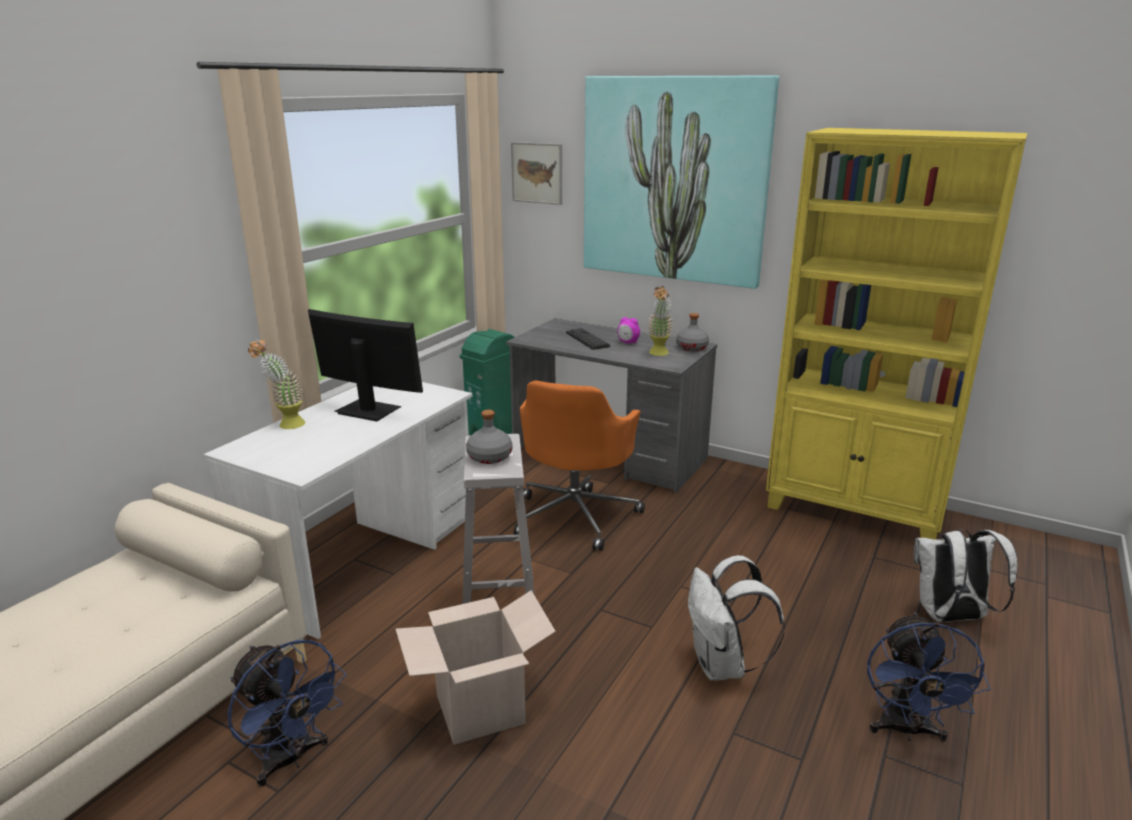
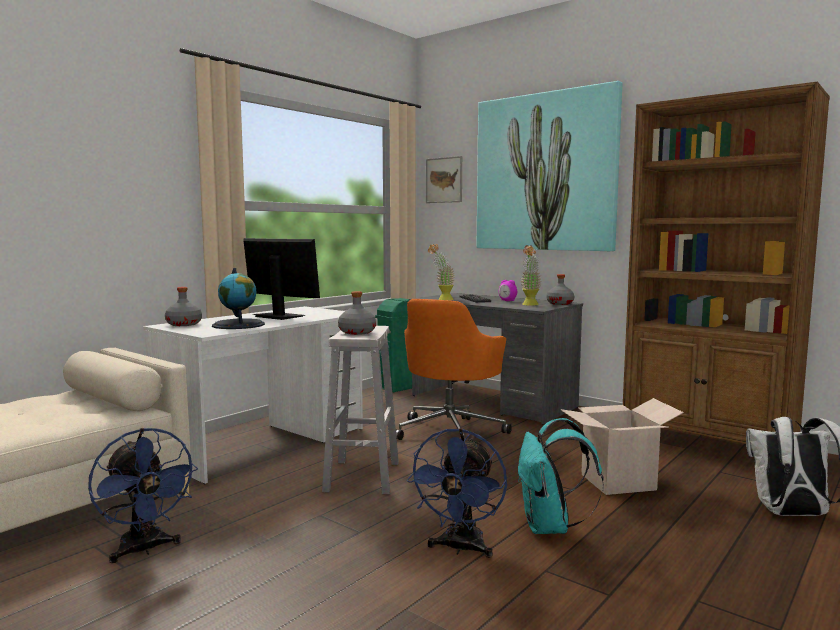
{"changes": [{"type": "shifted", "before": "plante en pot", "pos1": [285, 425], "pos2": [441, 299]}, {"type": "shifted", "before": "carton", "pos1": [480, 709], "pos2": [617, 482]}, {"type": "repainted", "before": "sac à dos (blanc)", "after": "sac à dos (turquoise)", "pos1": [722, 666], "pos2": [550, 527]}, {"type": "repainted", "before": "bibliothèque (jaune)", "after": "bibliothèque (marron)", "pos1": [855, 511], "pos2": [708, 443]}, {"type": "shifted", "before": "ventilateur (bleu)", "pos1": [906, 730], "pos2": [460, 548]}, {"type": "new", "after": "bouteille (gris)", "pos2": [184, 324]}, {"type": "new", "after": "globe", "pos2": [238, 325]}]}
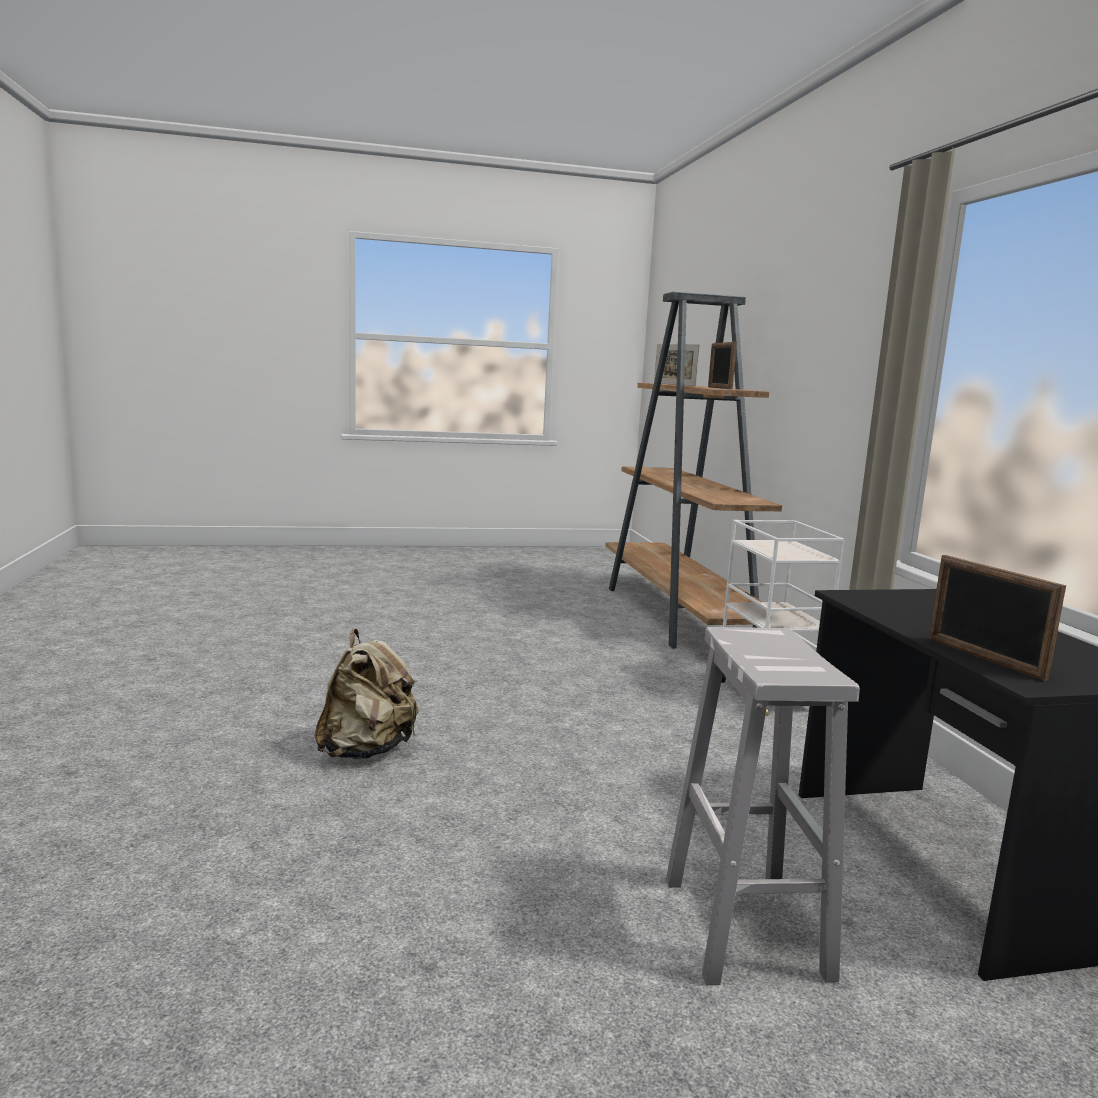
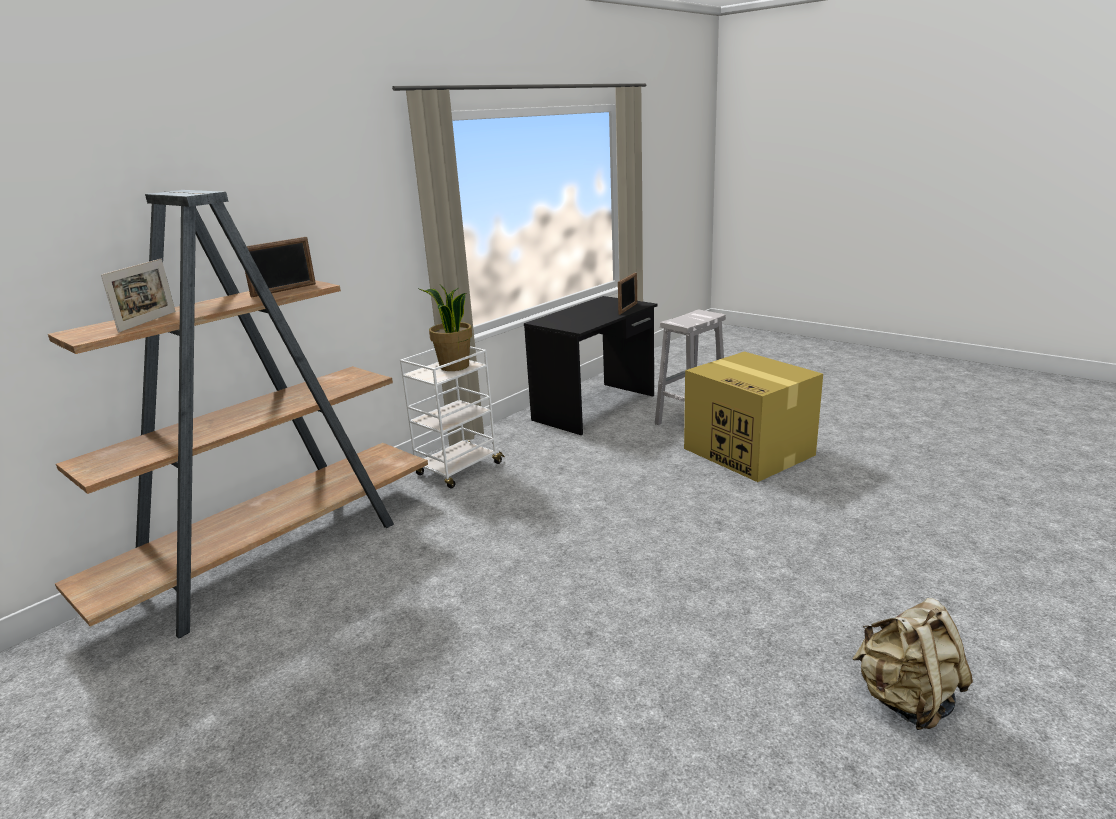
{"changes": [{"type": "shifted", "before": "sac à dos (beige)", "pos1": [367, 750], "pos2": [906, 700]}, {"type": "new", "after": "plante en pot", "pos2": [454, 366]}, {"type": "new", "after": "carton", "pos2": [750, 452]}]}
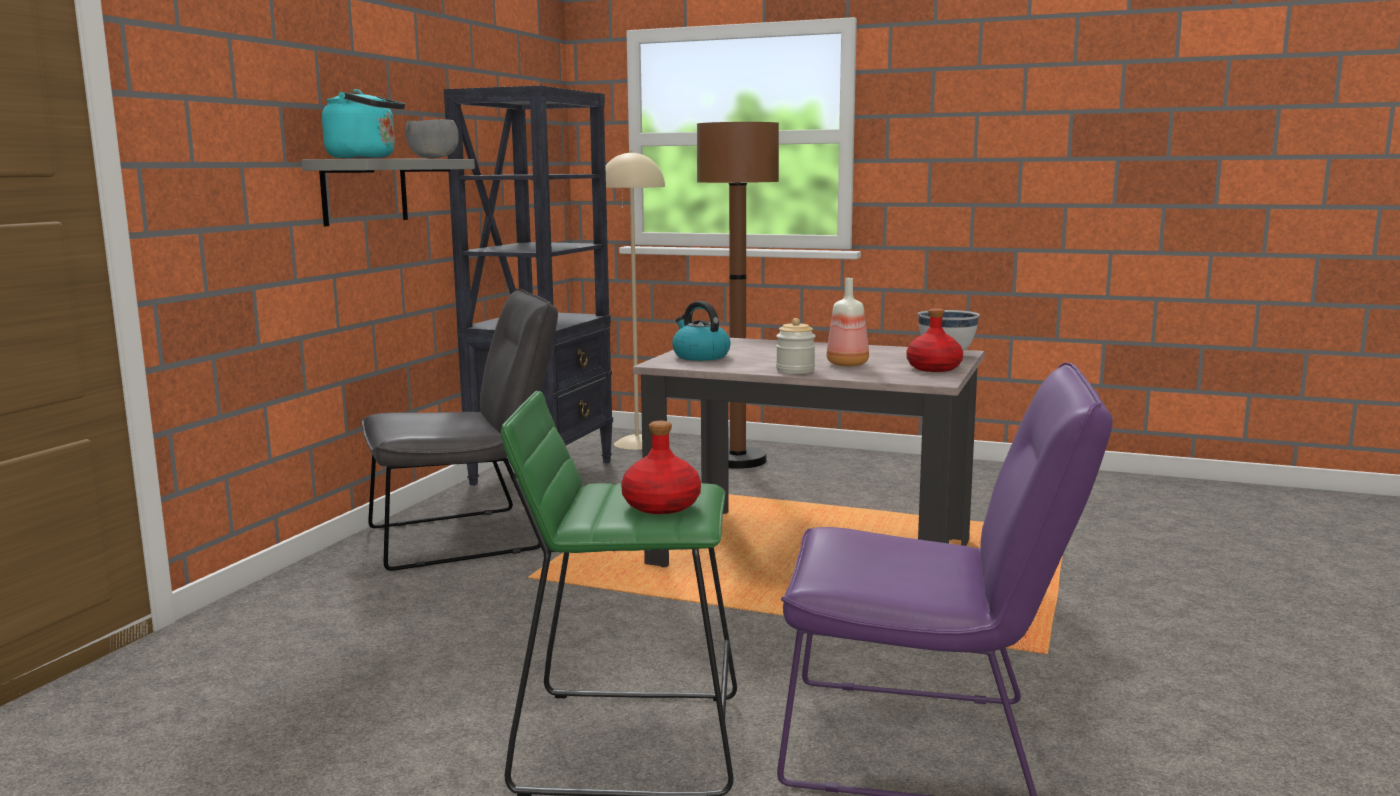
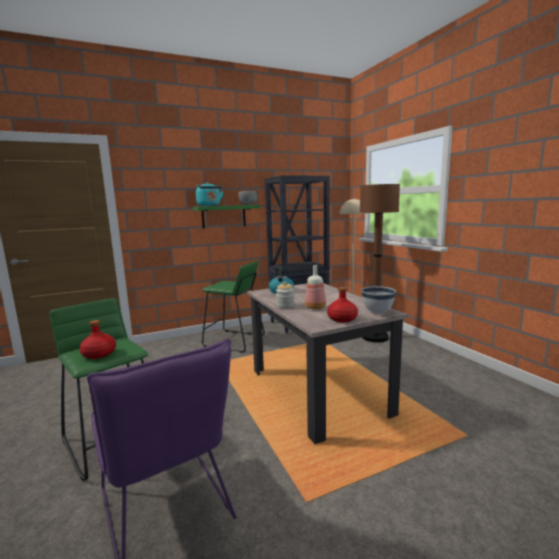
{"changes": [{"type": "repainted", "before": "étagère (gris)", "after": "étagère (vert)", "pos1": [364, 191], "pos2": [223, 216]}, {"type": "swapped", "before": "chaise (gris)", "after": "tabouret (vert)", "pos1": [468, 537], "pos2": [234, 341]}]}
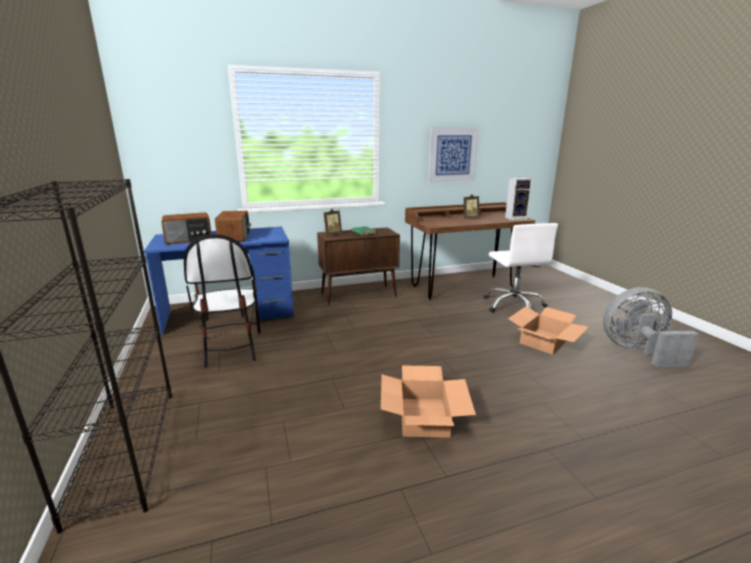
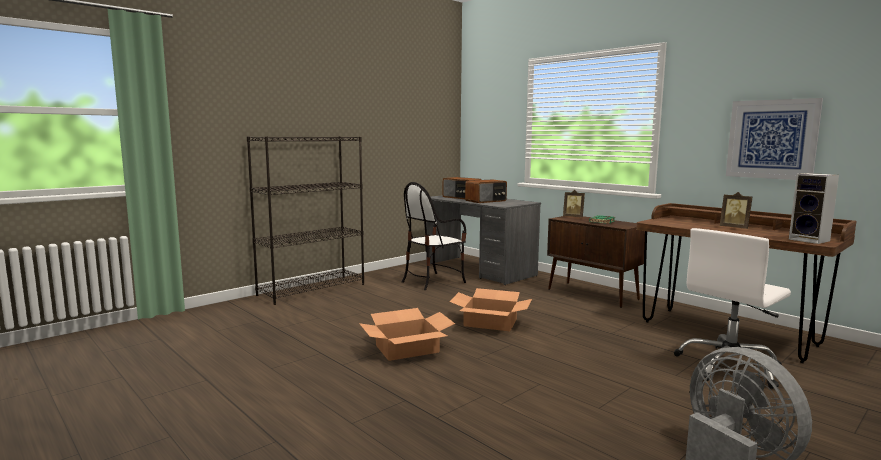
{"changes": [{"type": "repainted", "before": "bureau (bleu)", "after": "bureau (gris)", "pos1": [230, 314], "pos2": [479, 270]}, {"type": "shifted", "before": "carton", "pos1": [544, 341], "pos2": [490, 322]}]}
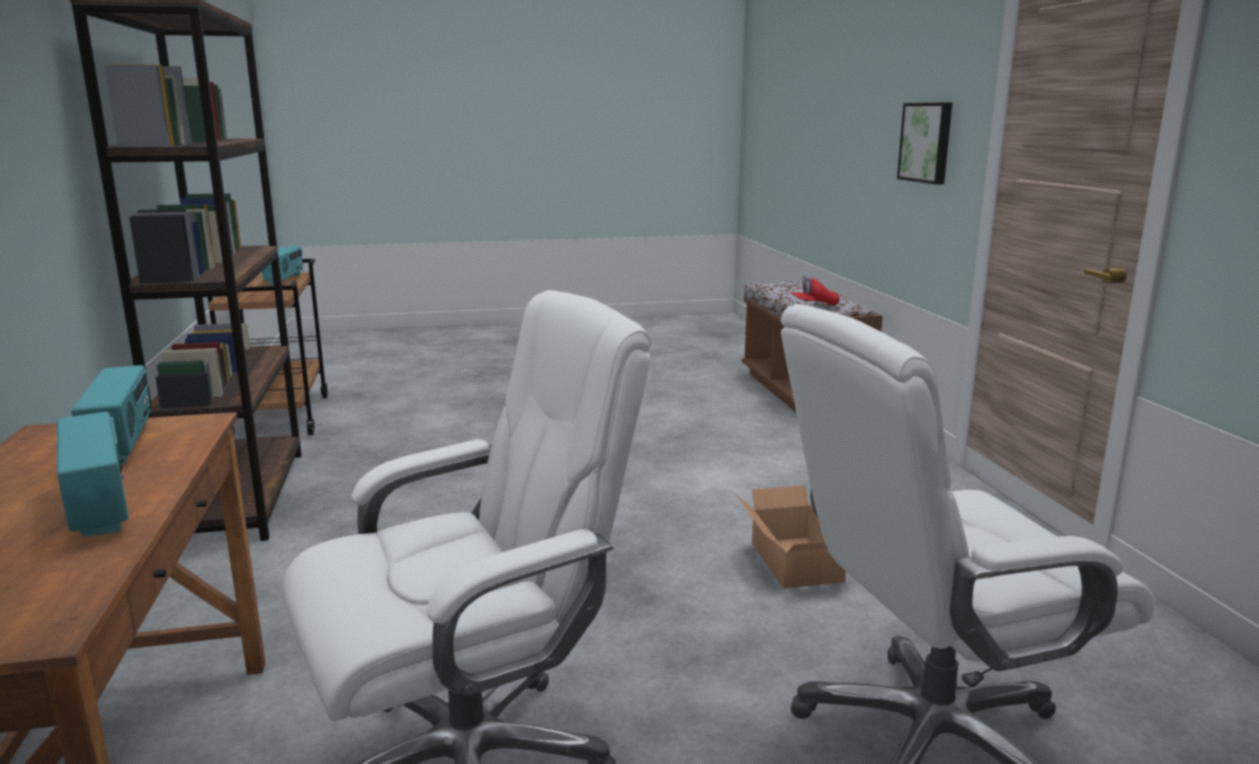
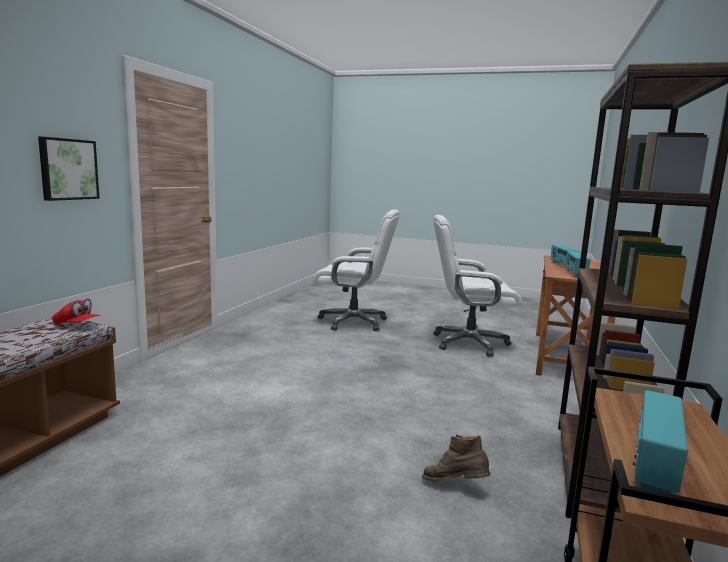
{"changes": [{"type": "gone", "before": "carton", "pos1": [793, 563]}, {"type": "new", "after": "botte (marron)", "pos2": [455, 486]}]}
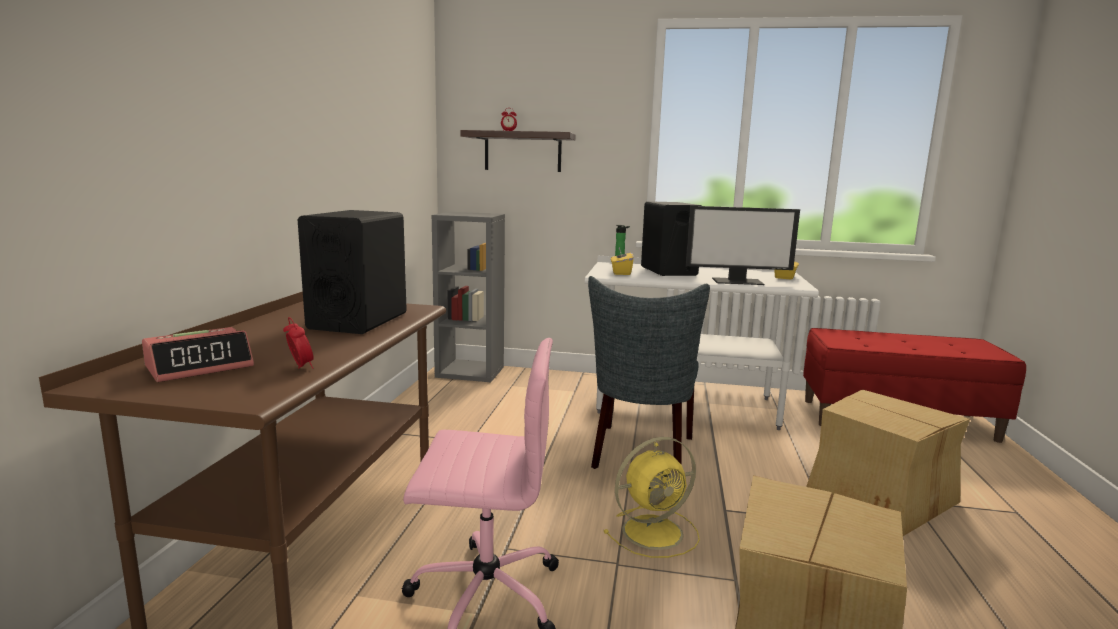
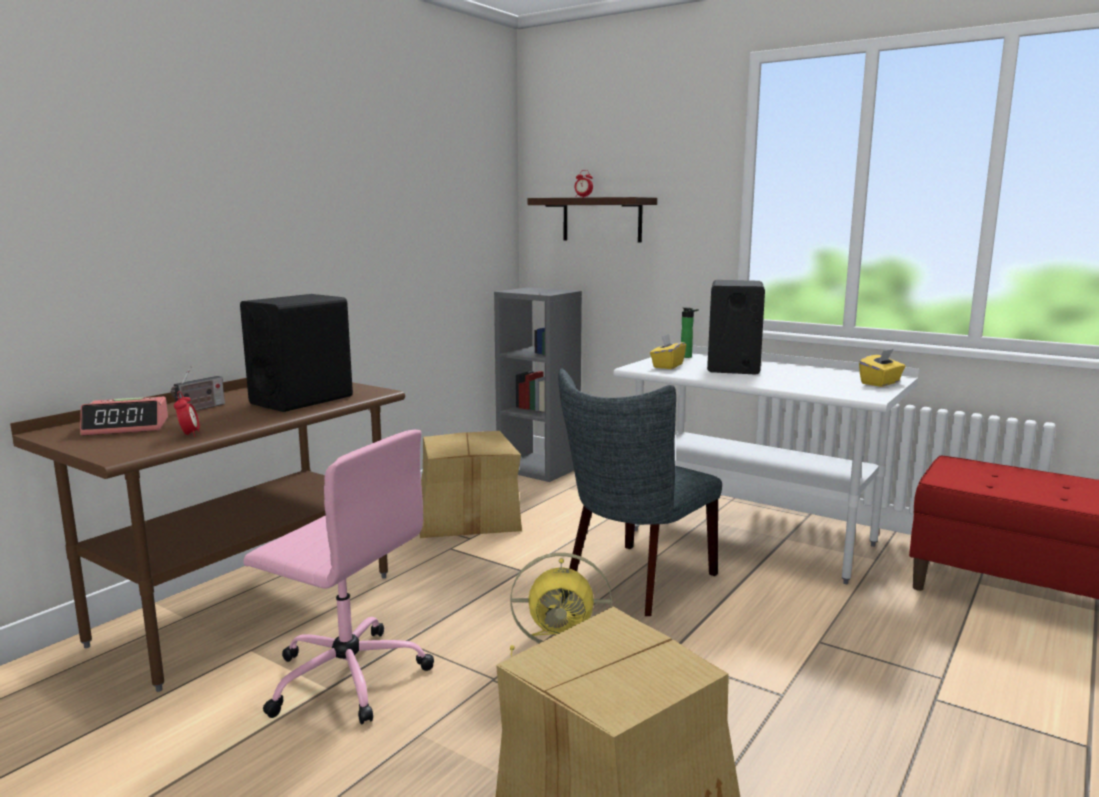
{"changes": [{"type": "gone", "before": "écran d'ordinateur", "pos1": [738, 281]}, {"type": "shifted", "before": "carton", "pos1": [879, 496], "pos2": [467, 518]}, {"type": "new", "after": "radio", "pos2": [199, 408]}]}
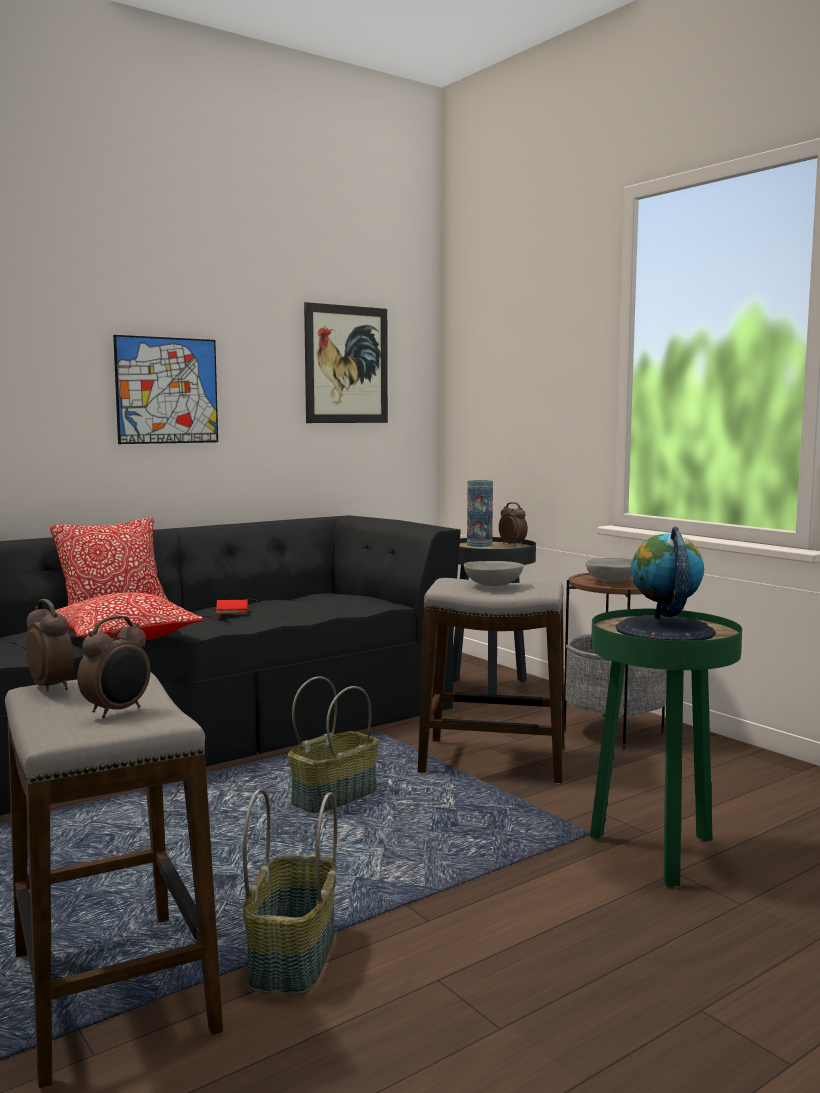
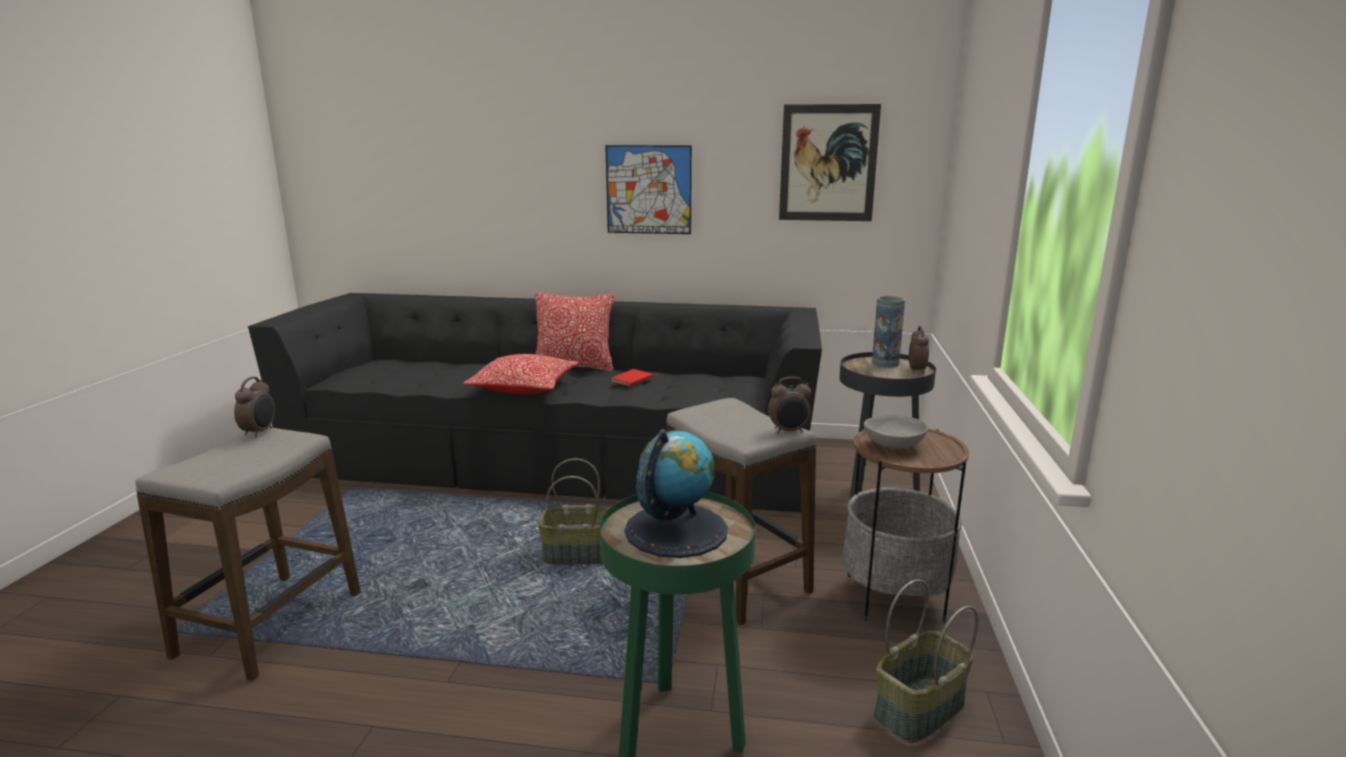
{"changes": [{"type": "shifted", "before": "réveil", "pos1": [118, 711], "pos2": [788, 431]}, {"type": "shifted", "before": "panier", "pos1": [294, 957], "pos2": [920, 710]}, {"type": "gone", "before": "bol (gris)", "pos1": [493, 586]}]}
